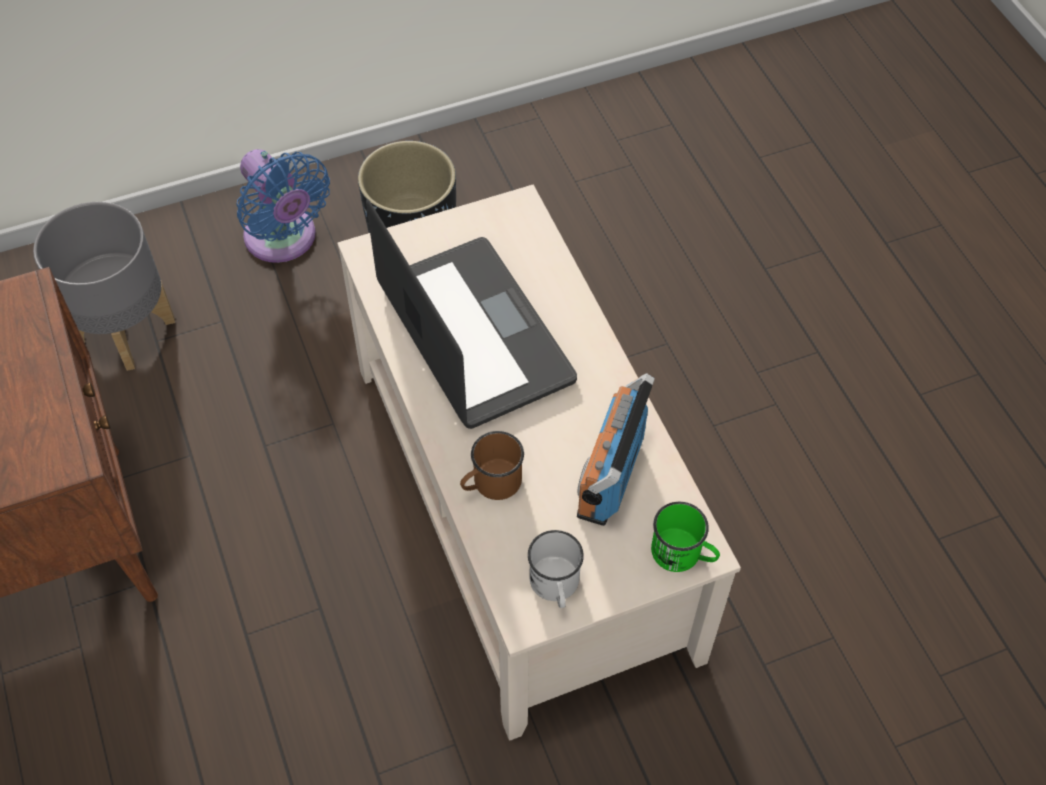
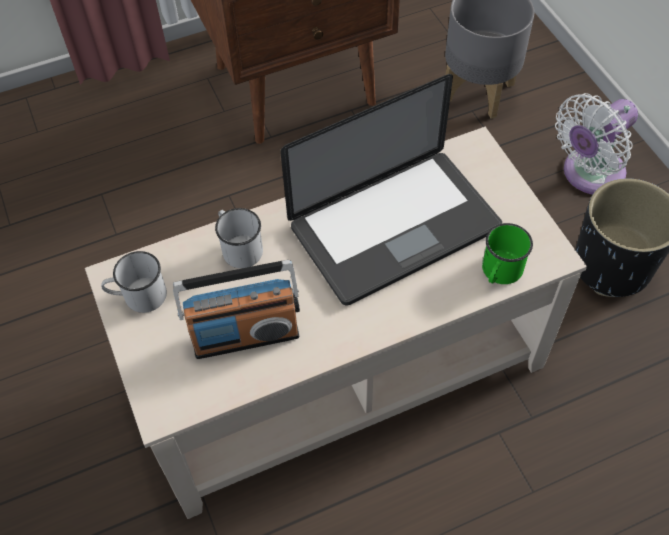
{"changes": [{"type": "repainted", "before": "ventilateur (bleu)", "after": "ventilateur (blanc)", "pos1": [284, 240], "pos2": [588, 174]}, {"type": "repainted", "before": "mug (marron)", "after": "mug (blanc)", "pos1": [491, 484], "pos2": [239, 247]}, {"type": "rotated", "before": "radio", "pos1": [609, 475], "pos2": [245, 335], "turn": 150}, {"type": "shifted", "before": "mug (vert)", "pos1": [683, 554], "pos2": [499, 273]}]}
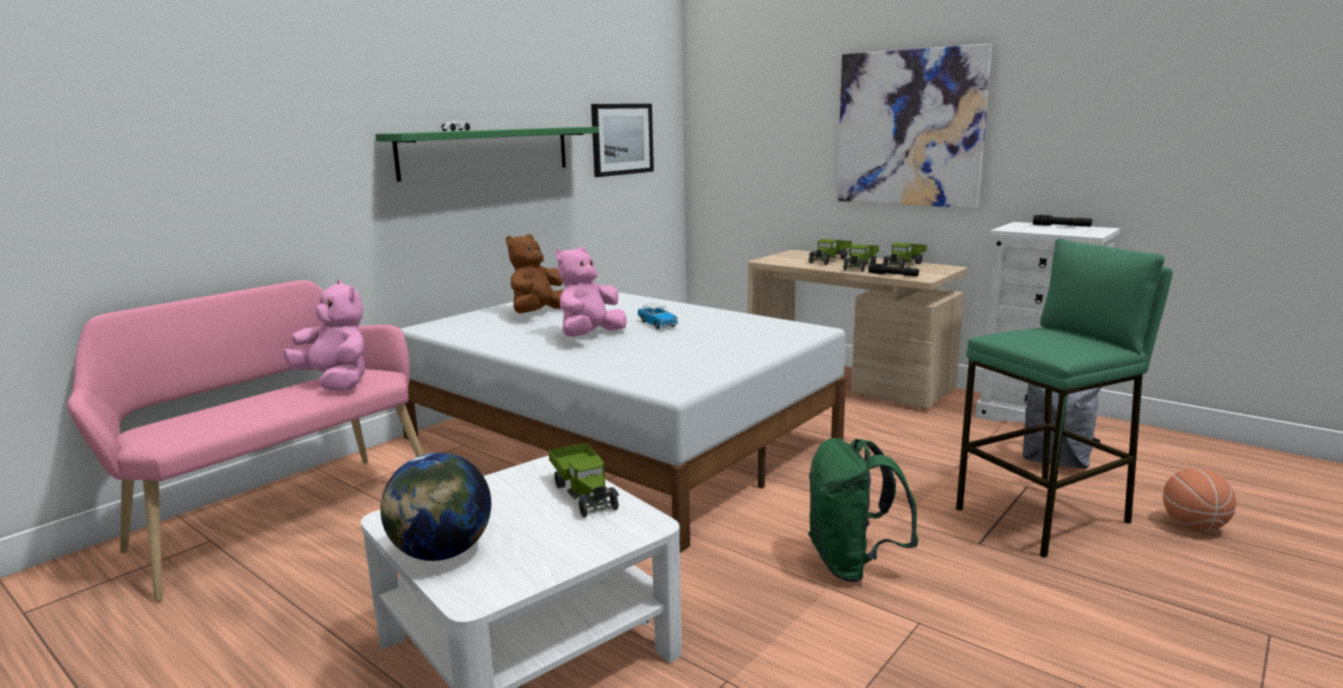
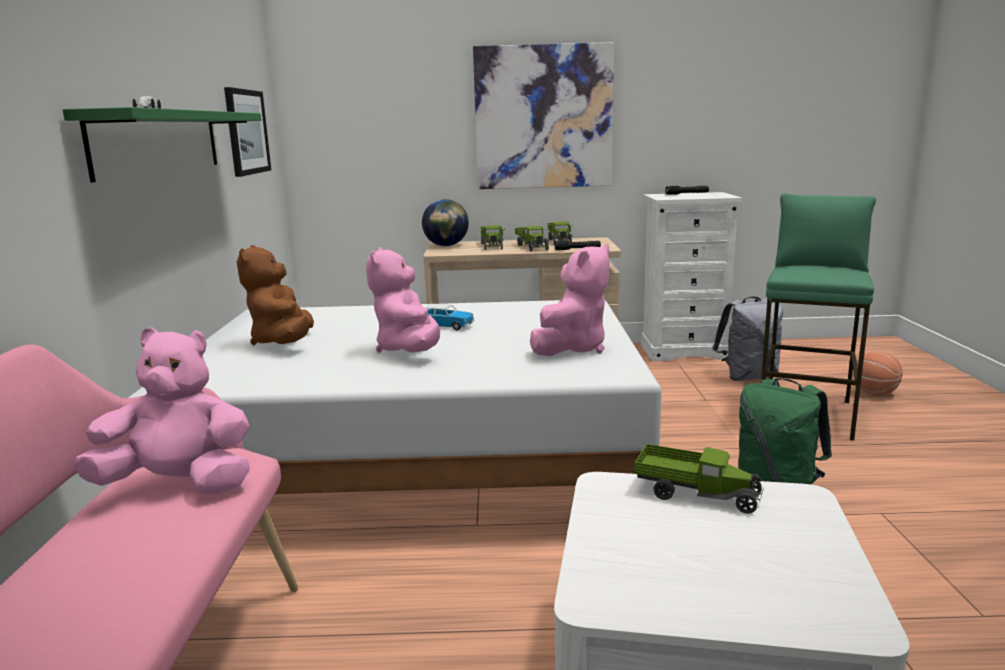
{"changes": [{"type": "shifted", "before": "globe", "pos1": [441, 553], "pos2": [446, 246]}, {"type": "new", "after": "peluche (rose)", "pos2": [572, 348]}]}
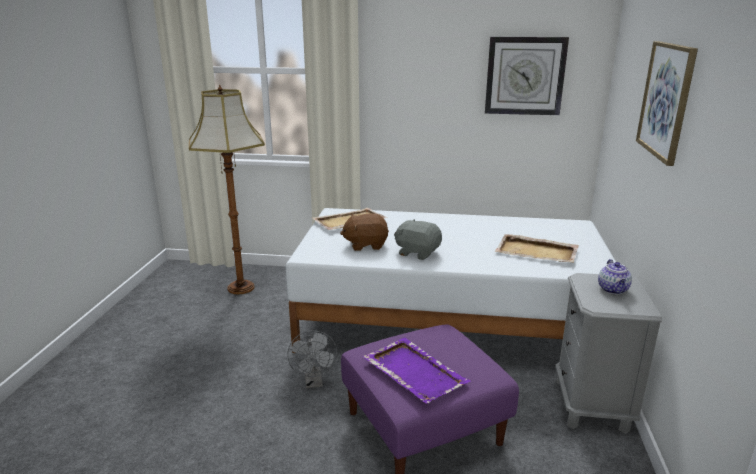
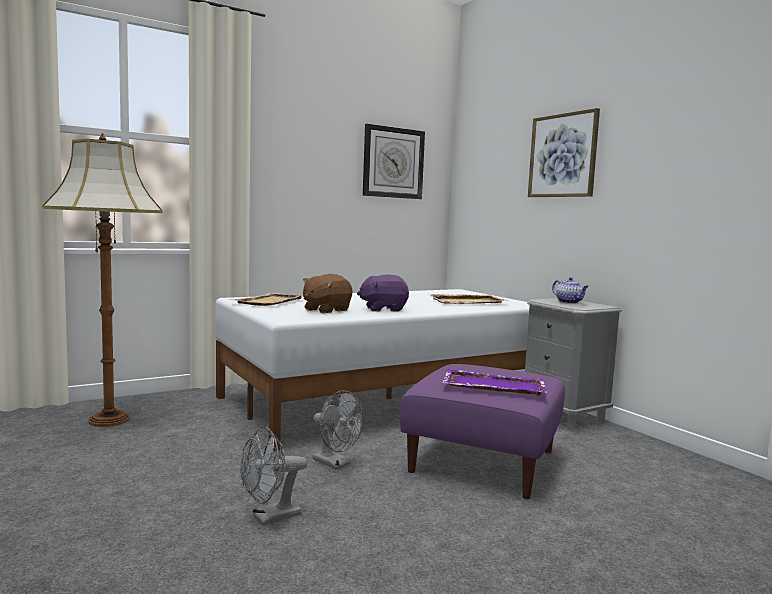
{"changes": [{"type": "repainted", "before": "peluche (gris)", "after": "peluche (violet)", "pos1": [417, 252], "pos2": [383, 309]}, {"type": "new", "after": "ventilateur (gris)", "pos2": [270, 517]}]}
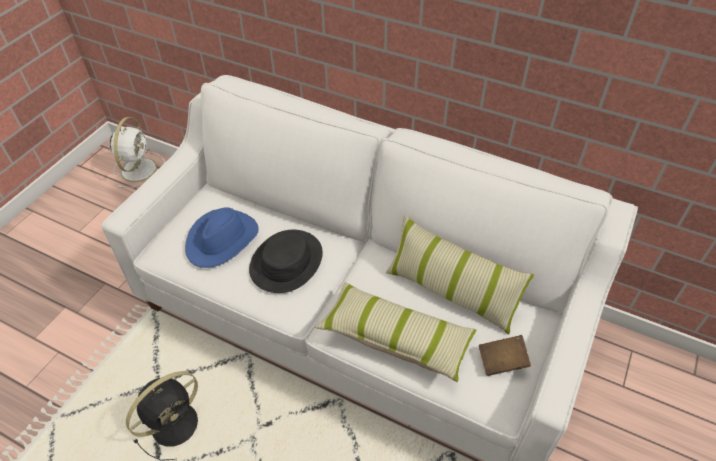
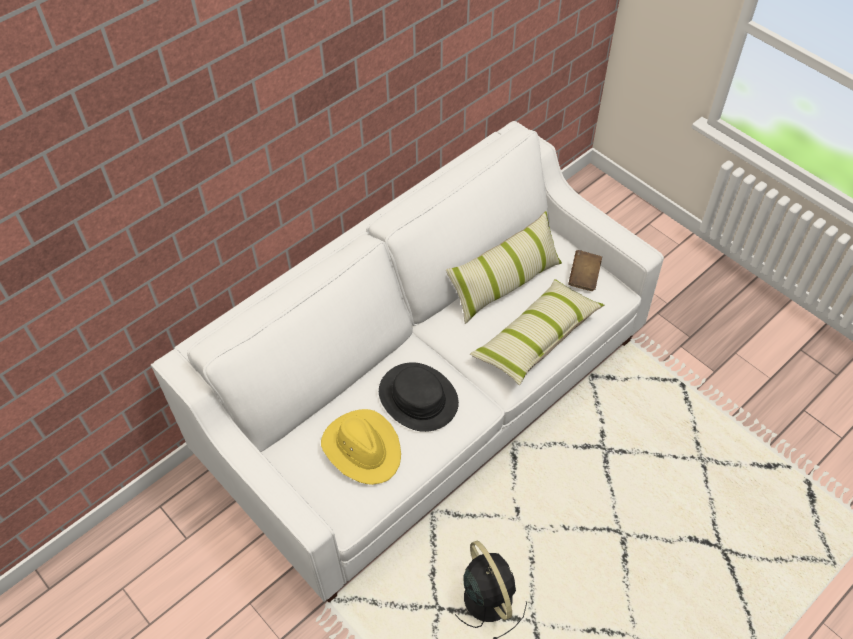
{"changes": [{"type": "gone", "before": "ventilateur (blanc)", "pos1": [139, 168]}, {"type": "repainted", "before": "chapeau (bleu)", "after": "chapeau (jaune)", "pos1": [222, 240], "pos2": [362, 448]}]}
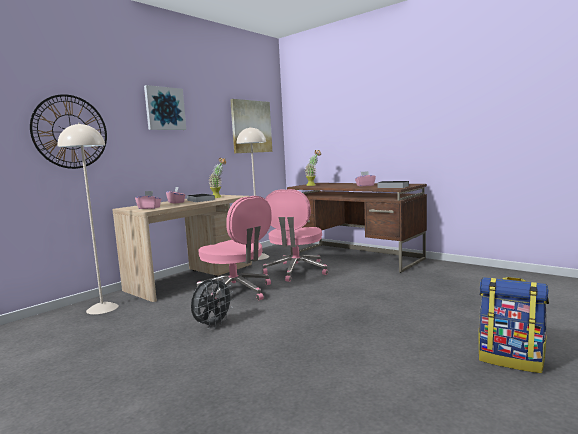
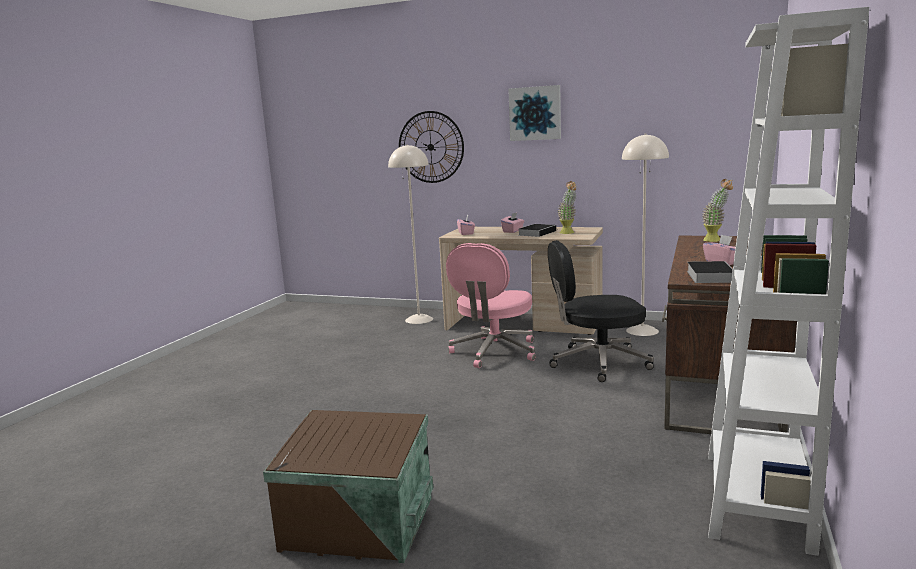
{"changes": [{"type": "gone", "before": "ventilateur (gris)", "pos1": [213, 325]}, {"type": "gone", "before": "tableau", "pos1": [251, 126]}, {"type": "repainted", "before": "chaise de bureau (rose)", "after": "chaise de bureau (noir)", "pos1": [296, 271], "pos2": [597, 363]}, {"type": "swapped", "before": "sac à dos", "after": "boîte de rangement (marron)", "pos1": [511, 360], "pos2": [359, 525]}, {"type": "new", "after": "bibliothèque (blanc)", "pos2": [756, 500]}]}
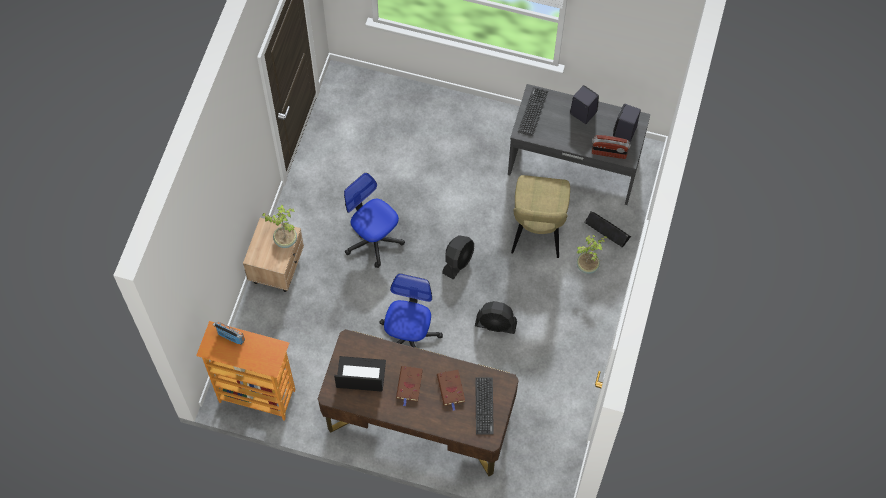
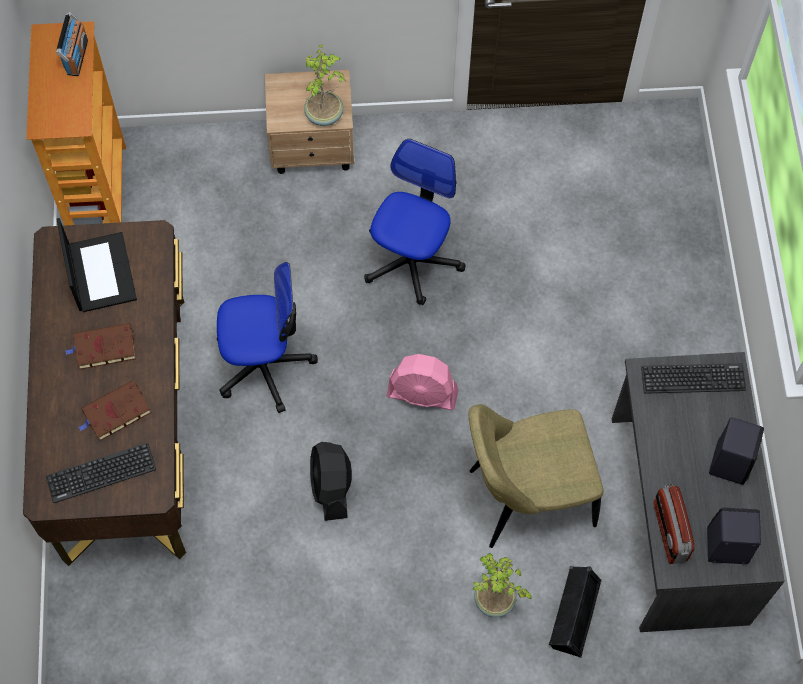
{"changes": [{"type": "repainted", "before": "ventilateur (noir)", "after": "ventilateur (rose)", "pos1": [458, 261], "pos2": [422, 394]}]}
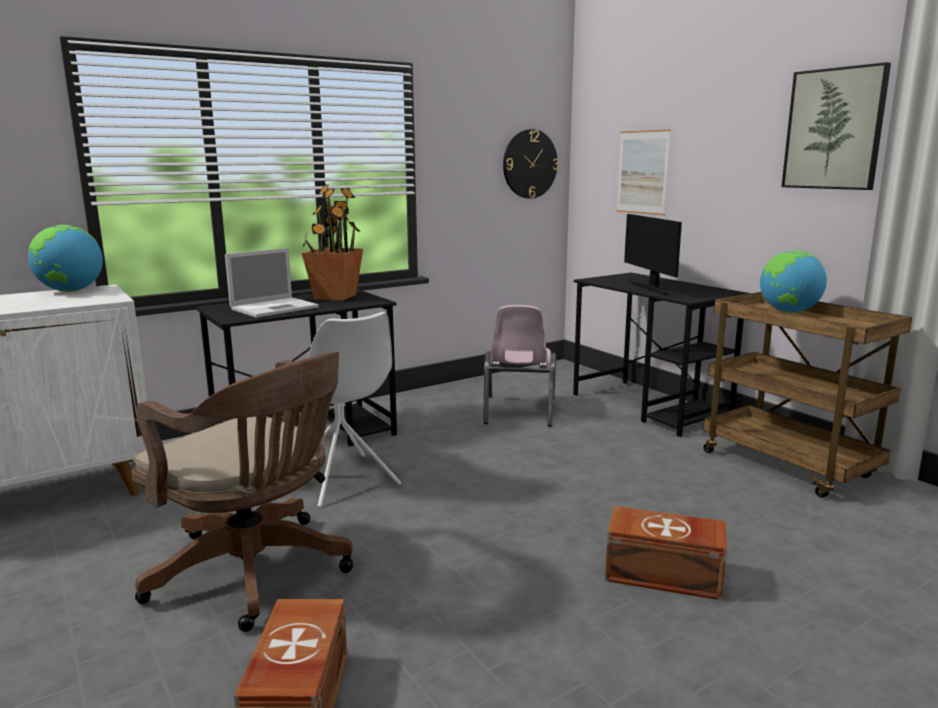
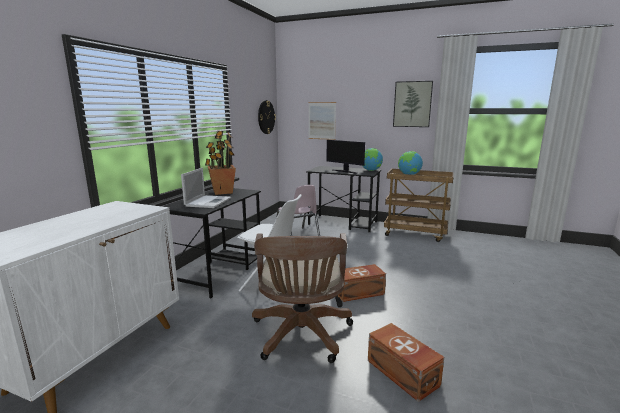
{"changes": [{"type": "shifted", "before": "globe", "pos1": [70, 291], "pos2": [370, 170]}, {"type": "rotated", "before": "chaise de bureau (marron)", "pos1": [257, 573], "pos2": [301, 336], "turn": 90}, {"type": "shifted", "before": "boîte de rangement (marron)", "pos1": [665, 576], "pos2": [359, 292]}]}
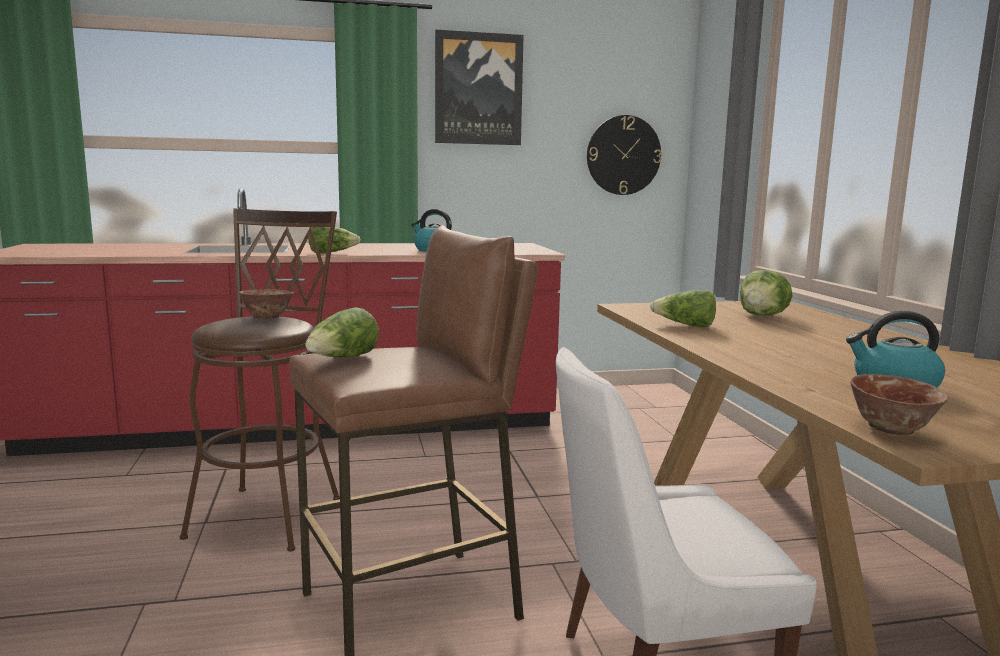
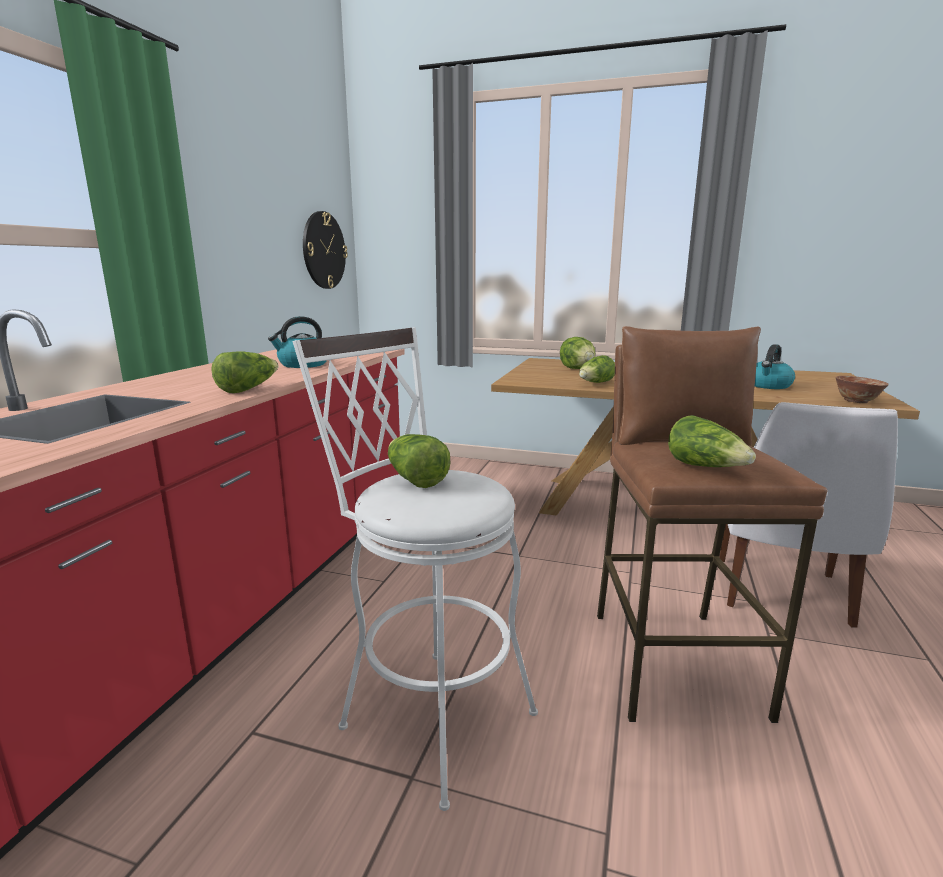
{"changes": [{"type": "repainted", "before": "tabouret (marron)", "after": "tabouret (blanc)", "pos1": [271, 511], "pos2": [427, 711]}, {"type": "swapped", "before": "bol", "after": "laitue", "pos1": [267, 317], "pos2": [415, 479]}, {"type": "gone", "before": "tableau", "pos1": [478, 89]}]}
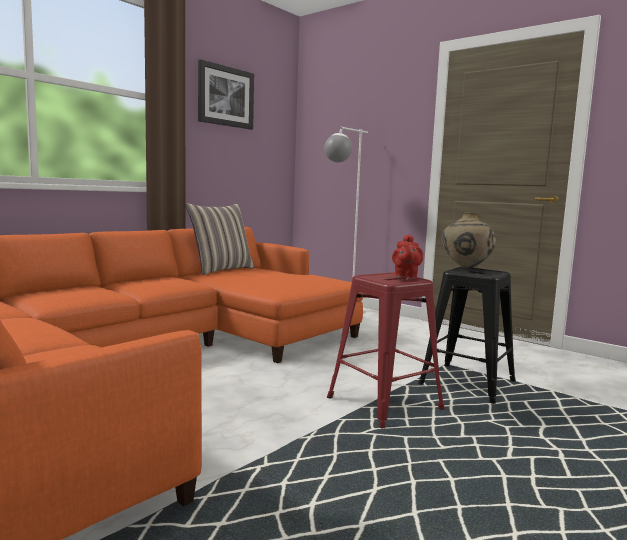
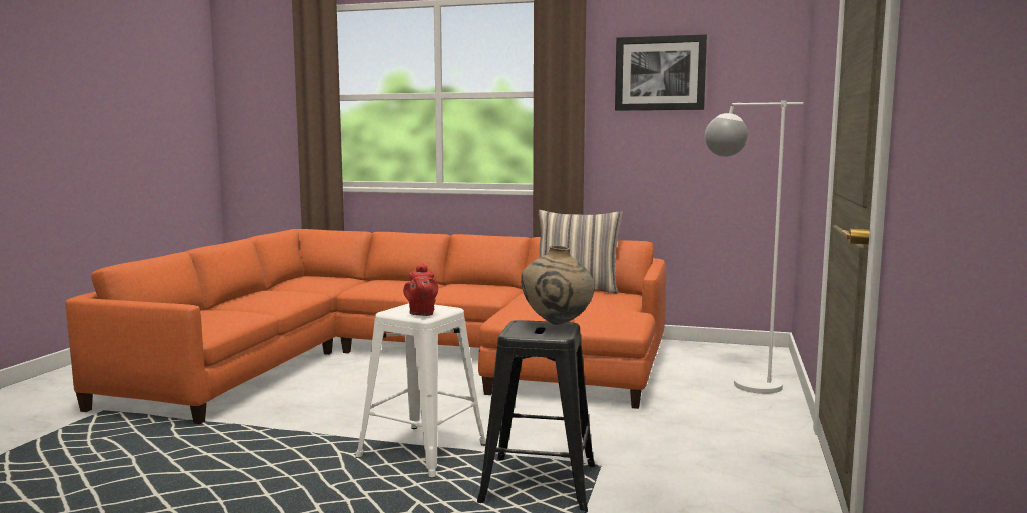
{"changes": [{"type": "repainted", "before": "tabouret (rouge)", "after": "tabouret (blanc)", "pos1": [384, 402], "pos2": [424, 450]}, {"type": "rotated", "before": "théière (rouge)", "pos1": [405, 278], "pos2": [421, 313], "turn": -75}]}
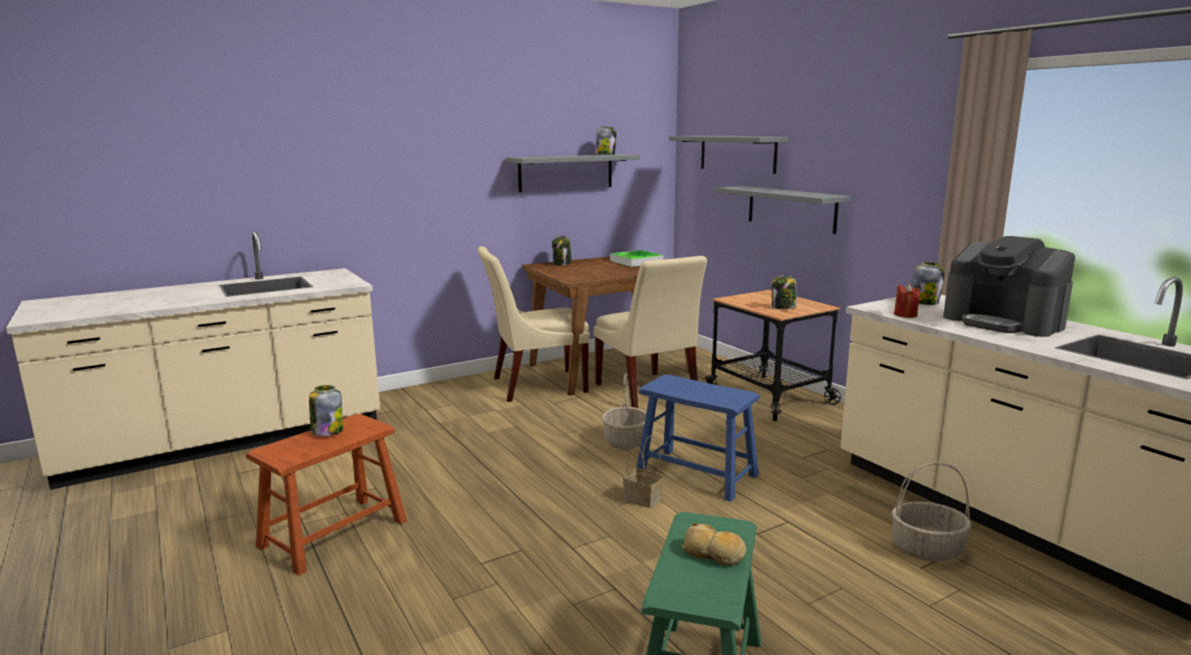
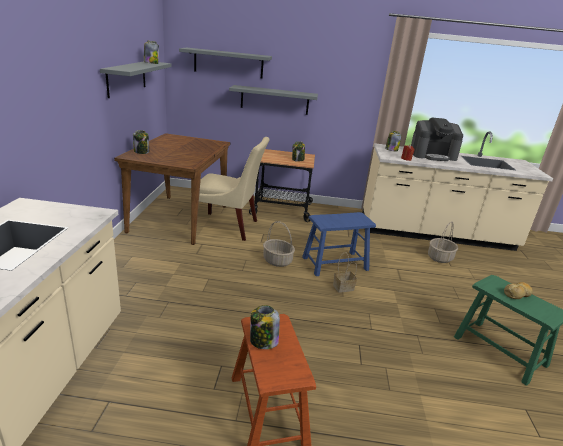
{"changes": [{"type": "gone", "before": "chaise (beige)", "pos1": [534, 385]}, {"type": "gone", "before": "plateau", "pos1": [636, 262]}]}
